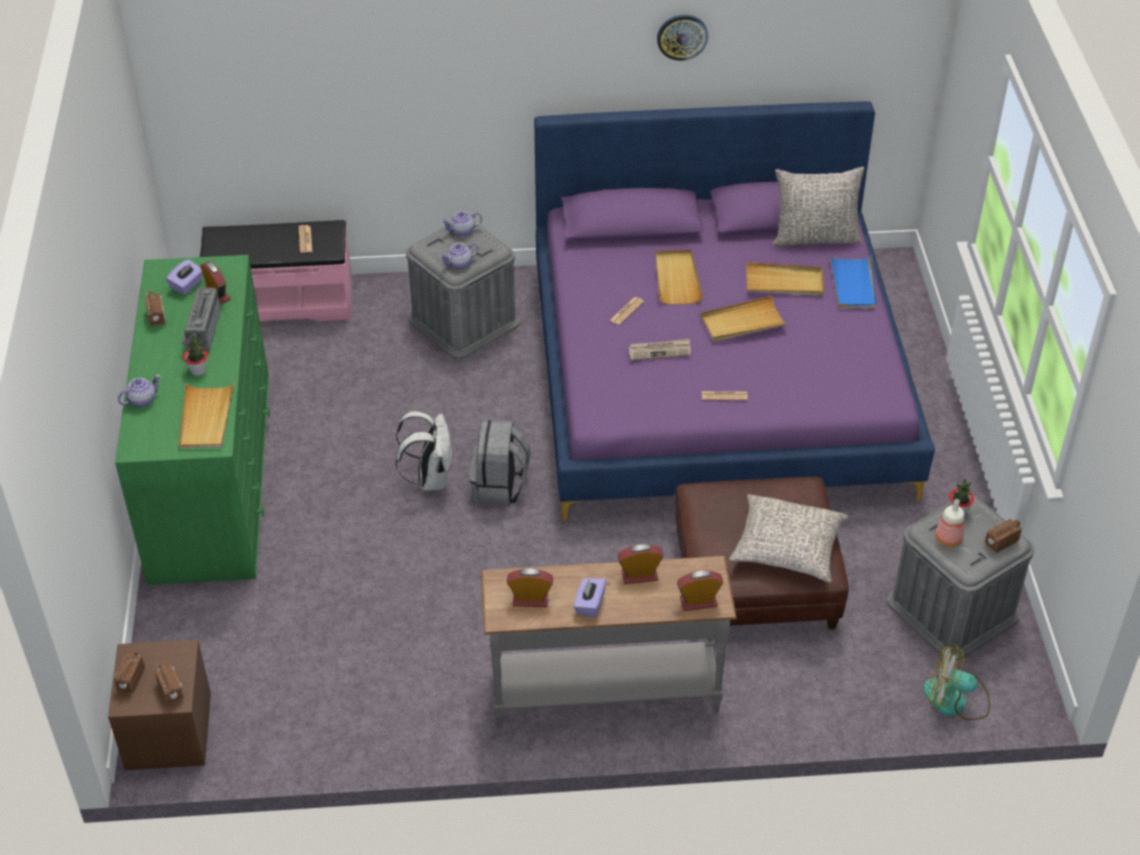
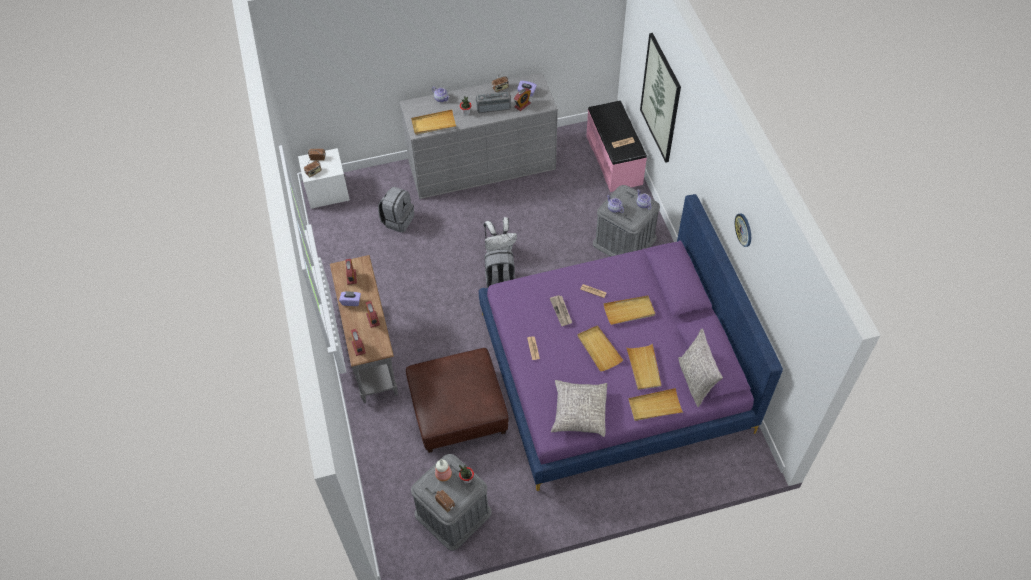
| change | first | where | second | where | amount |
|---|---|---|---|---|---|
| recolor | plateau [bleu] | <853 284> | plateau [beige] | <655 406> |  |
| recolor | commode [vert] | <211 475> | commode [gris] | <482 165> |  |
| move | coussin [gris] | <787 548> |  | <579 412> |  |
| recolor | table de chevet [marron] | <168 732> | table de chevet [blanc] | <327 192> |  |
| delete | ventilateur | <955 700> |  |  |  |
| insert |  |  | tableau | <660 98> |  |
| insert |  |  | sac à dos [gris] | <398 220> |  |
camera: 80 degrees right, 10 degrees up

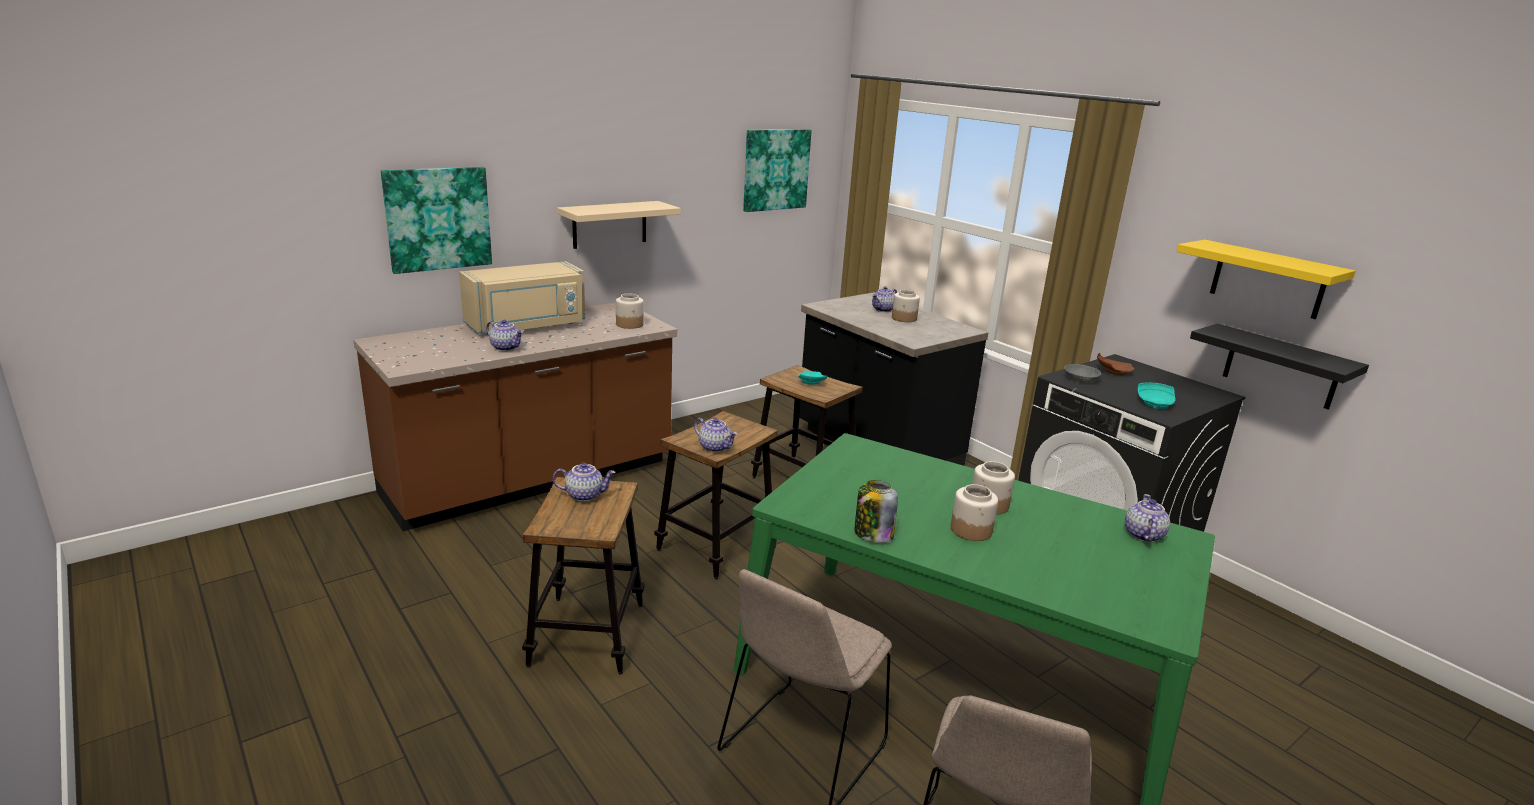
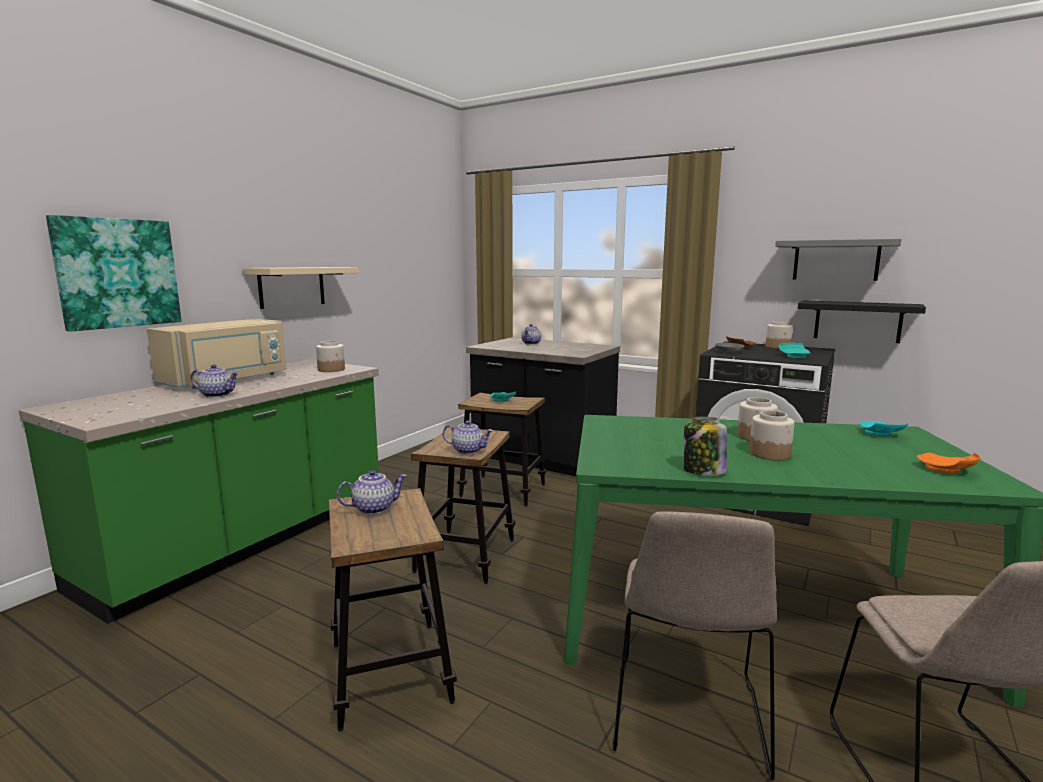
| change | first | where | second | where | amount |
|---|---|---|---|---|---|
| delete | tableau | <775 169> |  |  |  |
| recolor | étagère [jaune] | <1268 279> | étagère [gris] | <835 260> |  |
| move | bocal | <904 318> |  | <778 347> |  |
| recolor | comptoir de cuisine [marron] | <531 480> | comptoir de cuisine [vert] | <245 541> |  |
| replace | théière | <1142 534> | assiette [turquoise] | <880 434> |  |
| insert |  |  | assiette [orange] | <946 470> |  |
camera: 20 degrees left, 10 degrees down

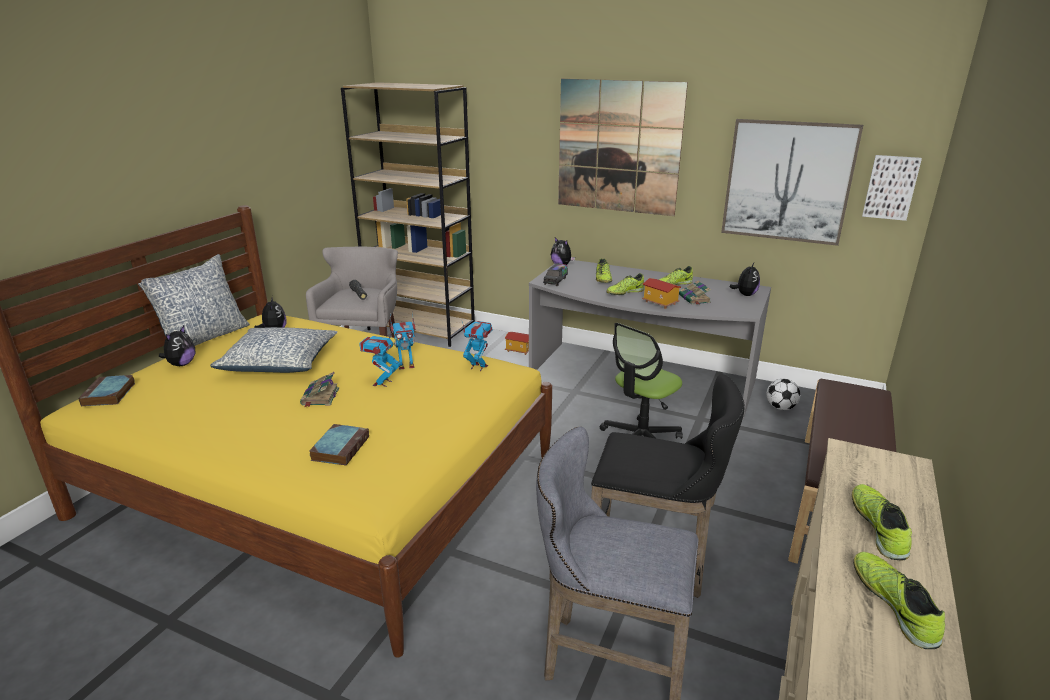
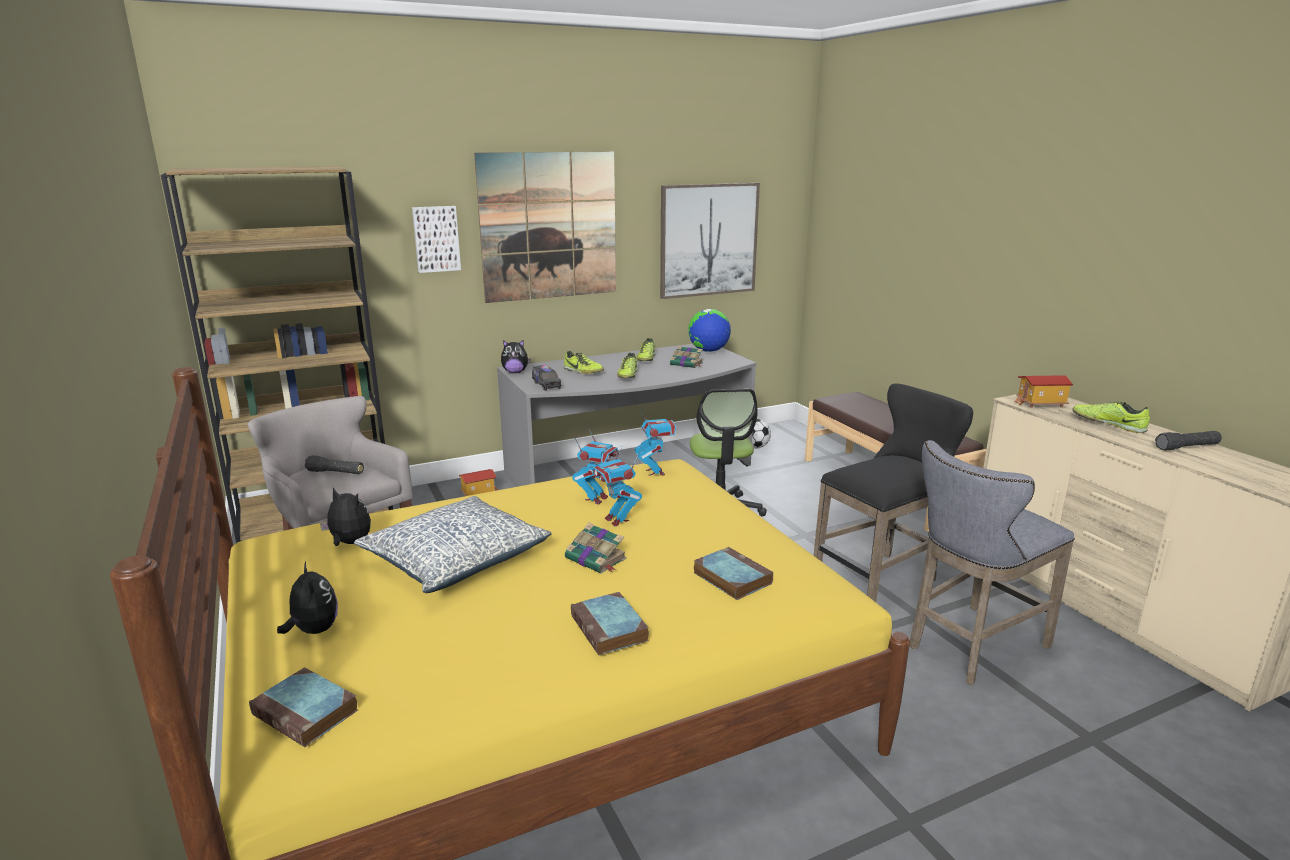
| change | first | where | second | where | amount |
|---|---|---|---|---|---|
| move | tableau | <890 187> |  | <436 239> |  |
| delete | coussin | <204 338> |  |  |  |
| replace | peluche | <745 295> | globe | <708 351> |  |
| move | maison miniature | <659 303> |  | <1041 404> |  |
| rotate | robot jouet | <478 367> |  | <655 472> | 105 degrees clockwise |
| replace | chaussure | <894 605> | lampe de poche [noir] | <1187 447> |  |
| insert |  |  | livre | <610 629> |  |
camera: 50 degrees left, 5 degrees down

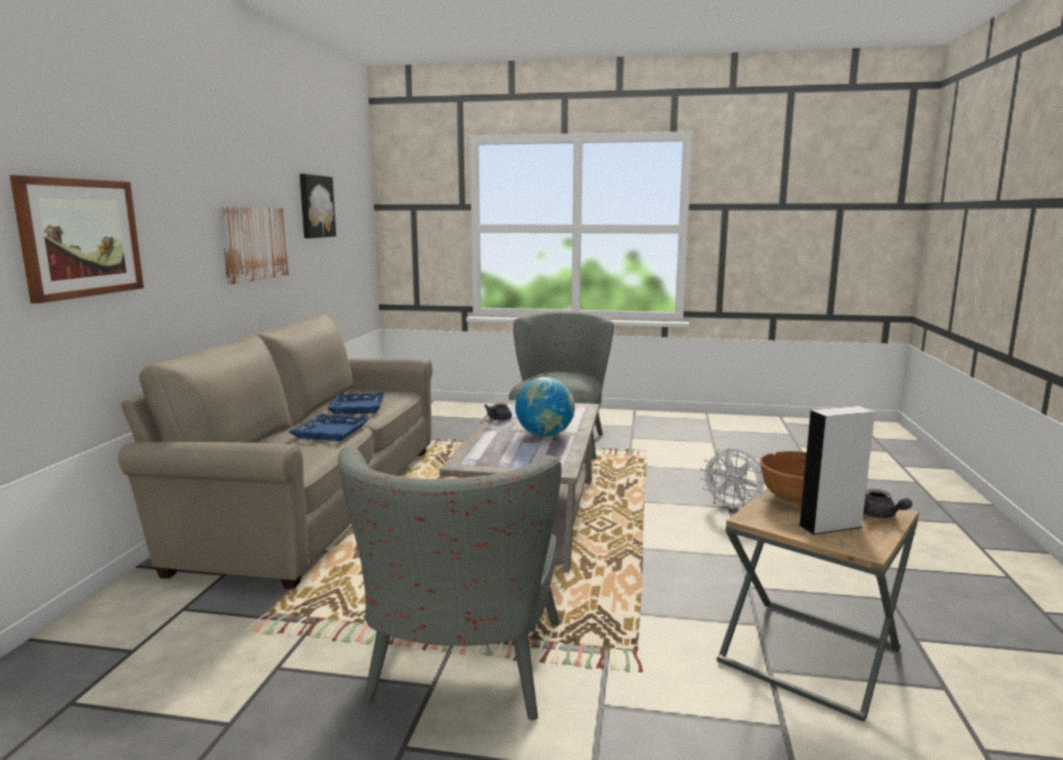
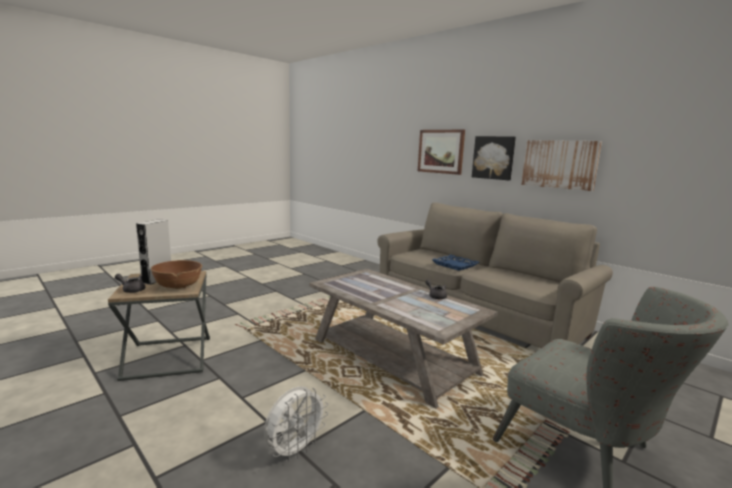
| change | first | where | second | where | amount |
|---|---|---|---|---|---|
| move | tableau | <315 206> |  | <493 157> |  |
| delete | globe | <545 435> |  |  |  |
| delete | plateau [bleu] | <357 407> |  |  |  |
| delete | fauteuil [gris] | <460 676> |  |  |  |
| rotate | ventilateur [blanc] | <732 507> |  | <295 450> | 150 degrees clockwise |
camera: 125 degrees right, 0 degrees up

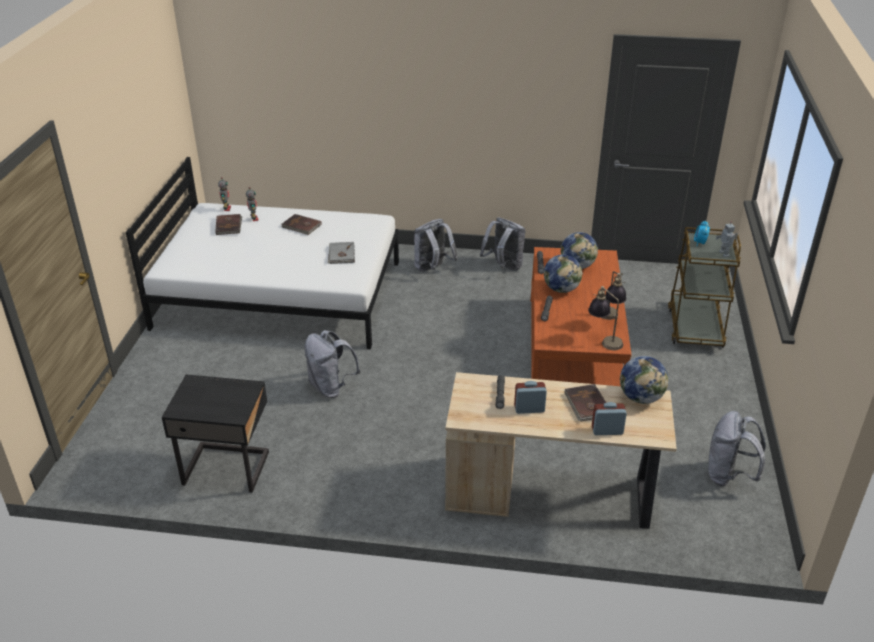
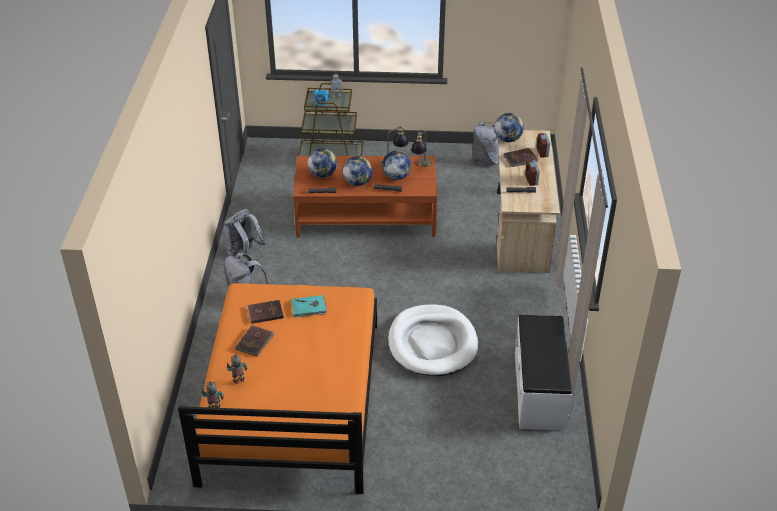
| change | first | where | second | where | amount |
|---|---|---|---|---|---|
| recolor | lit [blanc] | <280 294> | lit [orange] | <292 400> |  |
| move | livre [marron] | <229 226> |  | <265 312> |  |
| recolor | livre [gris] | <341 254> | livre [turquoise] | <309 308> |  |
| replace | sac à dos [gris] | <331 387> | panier pour chien [blanc] | <432 343> |  |
| replace | table de chevet [noir] | <226 467> | banc [blanc] | <539 390> |  |
| insert |  |  | globe | <396 177> |  |
camera: 95 degrees left, 5 degrees up

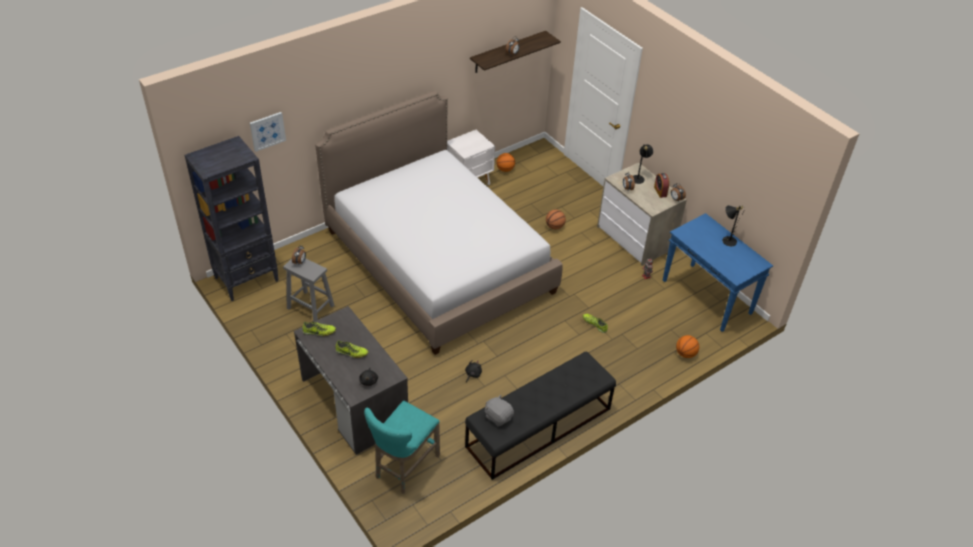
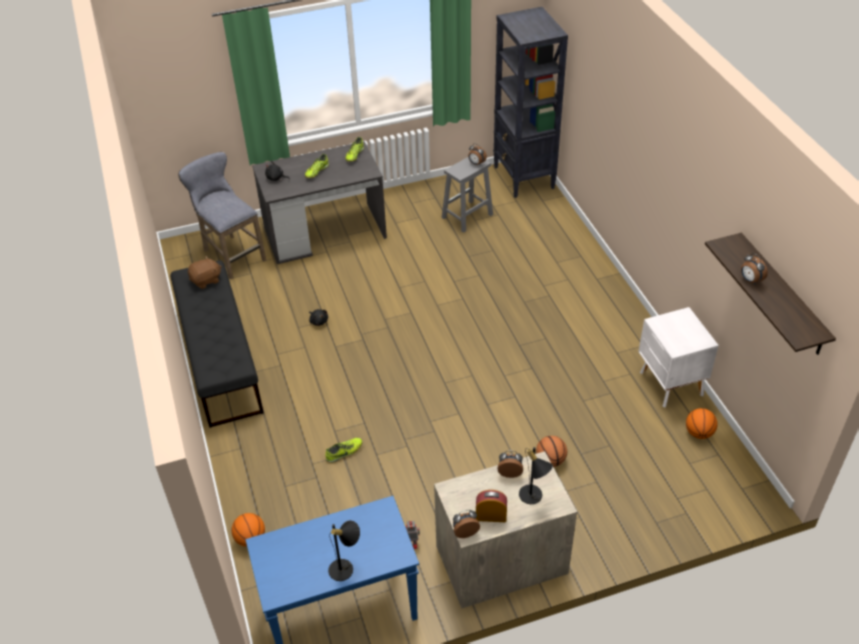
| change | first | where | second | where | amount |
|---|---|---|---|---|---|
| delete | lit | <438 261> |  |  |  |
| delete | tableau | <267 131> |  |  |  |
| recolor | peluche [gris] | <498 417> | peluche [marron] | <206 280> |  |
| recolor | tabouret [turquoise] | <404 468> | tabouret [gris] | <231 254> |  |
camera: 110 degrees right, 0 degrees up

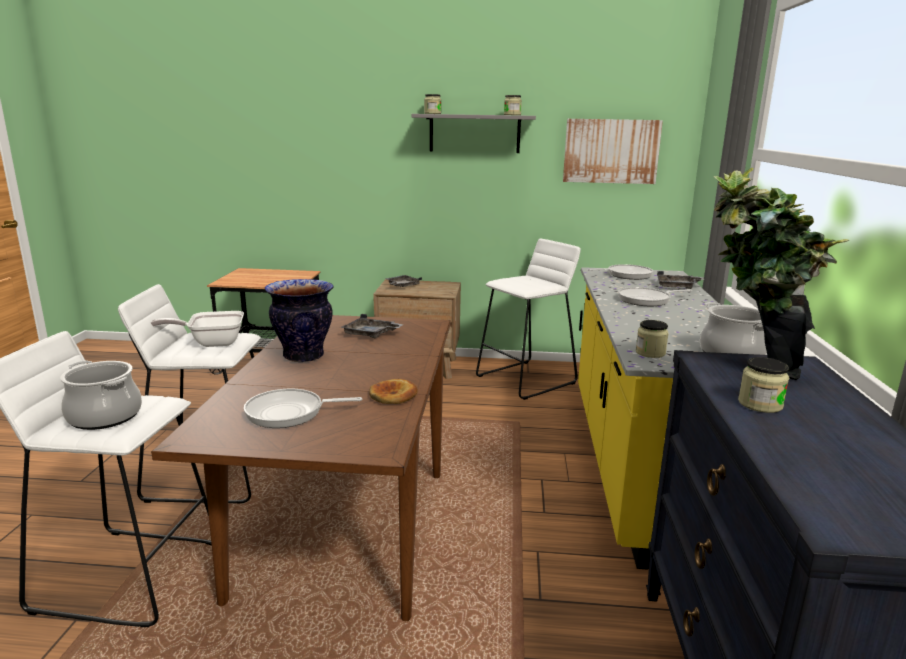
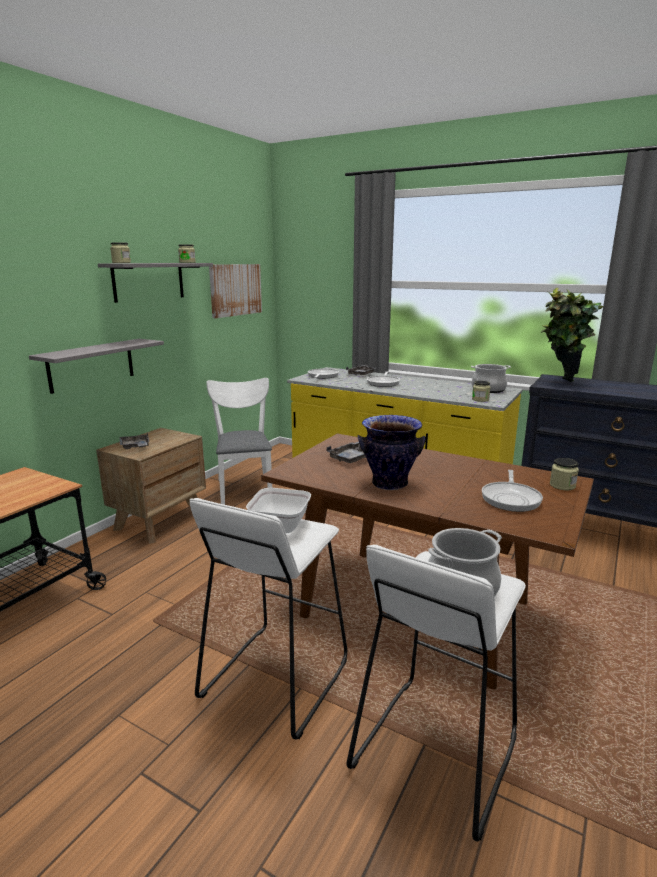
| change | first | where | second | where | amount |
|---|---|---|---|---|---|
| replace | tabouret [blanc] | <526 380> | chaise [blanc] | <244 487> |  |
| move | bocal | <760 404> |  | <562 485> |  |
| delete | pain | <393 395> |  |  |  |
| insert |  |  | étagère [gris] | <91 365> |  |
camera: 65 degrees left, 0 degrees up

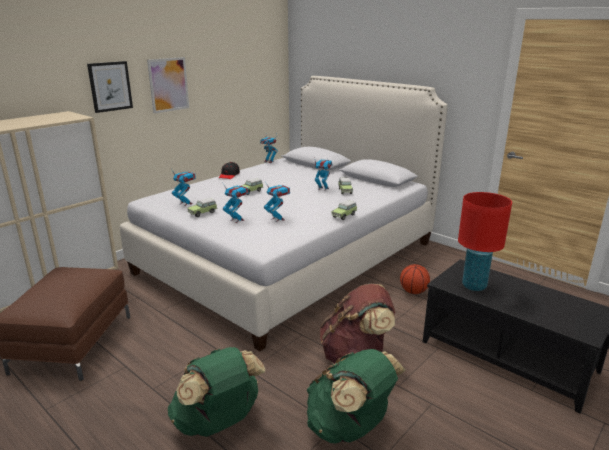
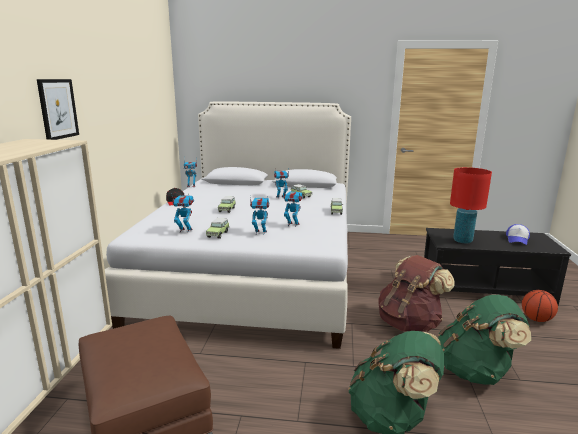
| change | first | where | second | where | amount |
|---|---|---|---|---|---|
| delete | tableau | <168 84> |  |  |  |
| move | ballon de basket | <413 292> |  | <536 319> |  |
| insert |  |  | casquette | <517 239> |  |
camera: 35 degrees left, 5 degrees down

